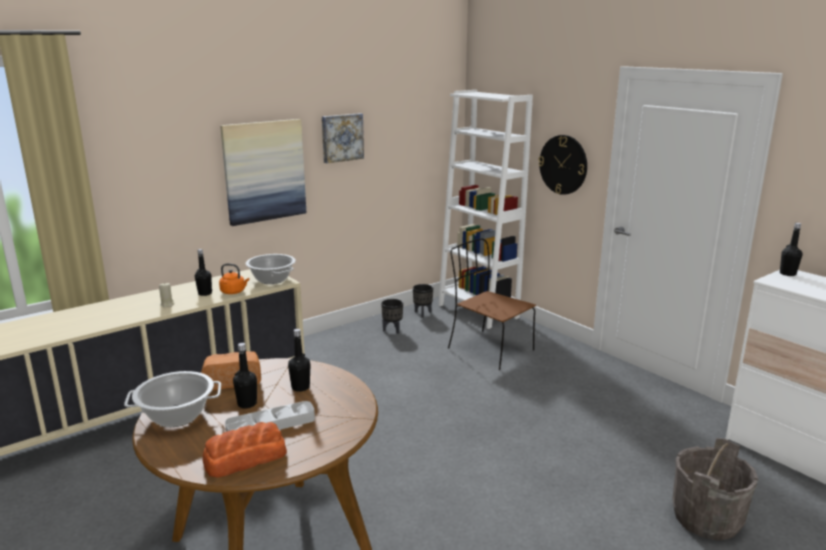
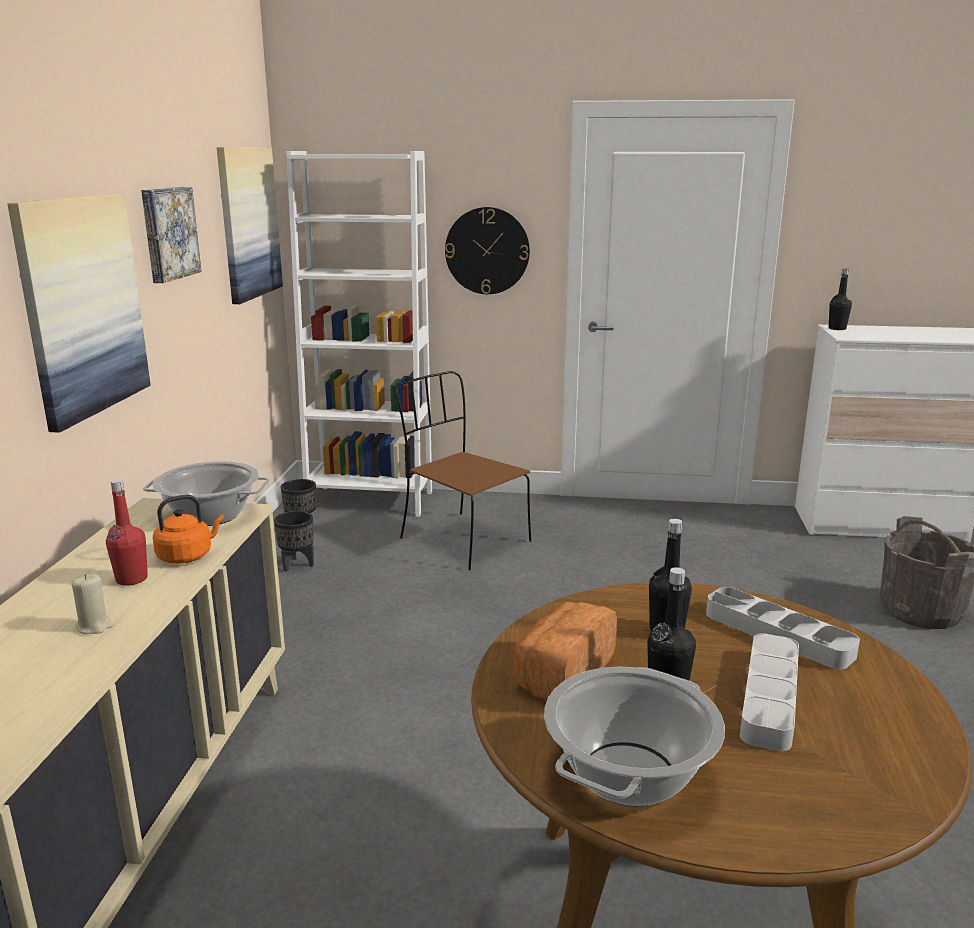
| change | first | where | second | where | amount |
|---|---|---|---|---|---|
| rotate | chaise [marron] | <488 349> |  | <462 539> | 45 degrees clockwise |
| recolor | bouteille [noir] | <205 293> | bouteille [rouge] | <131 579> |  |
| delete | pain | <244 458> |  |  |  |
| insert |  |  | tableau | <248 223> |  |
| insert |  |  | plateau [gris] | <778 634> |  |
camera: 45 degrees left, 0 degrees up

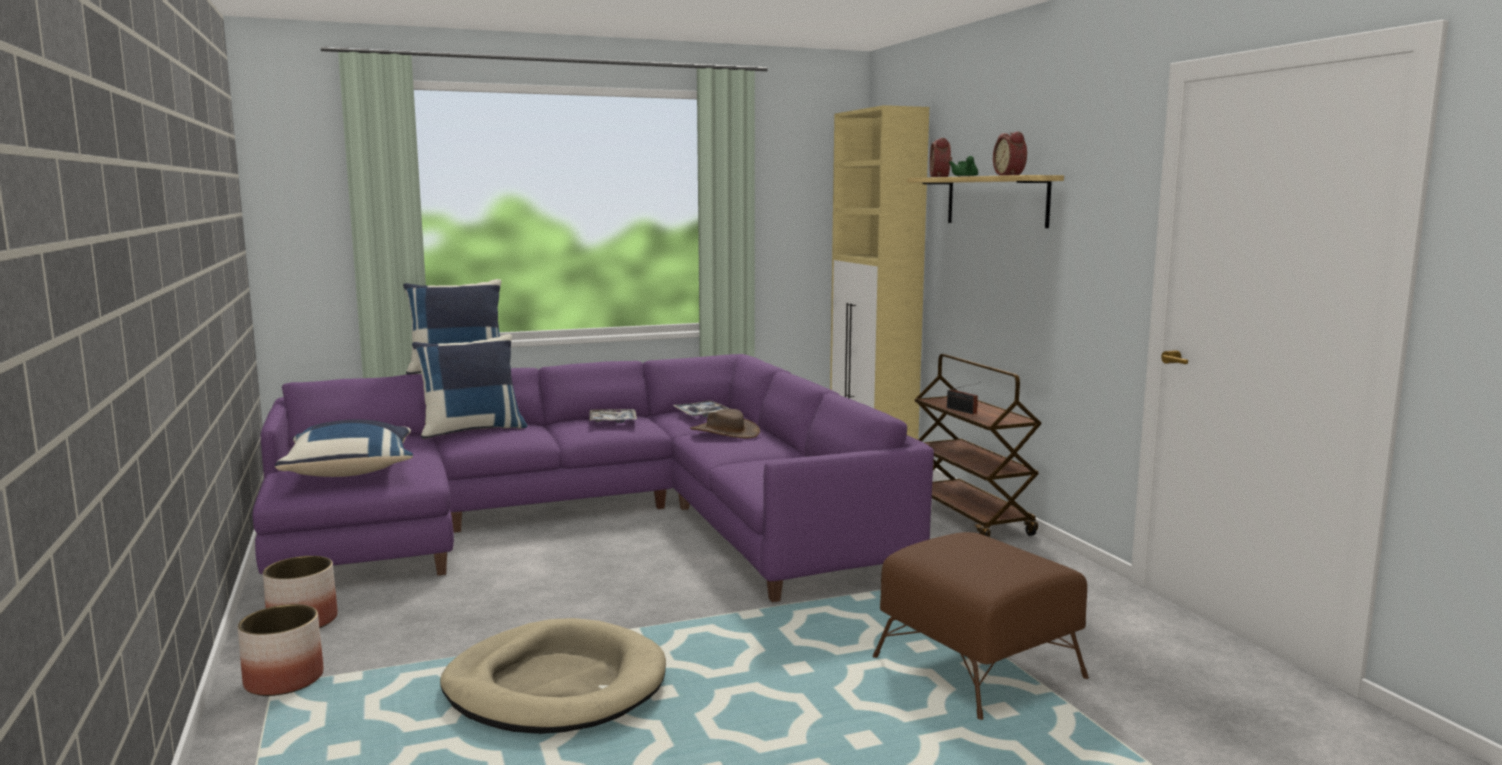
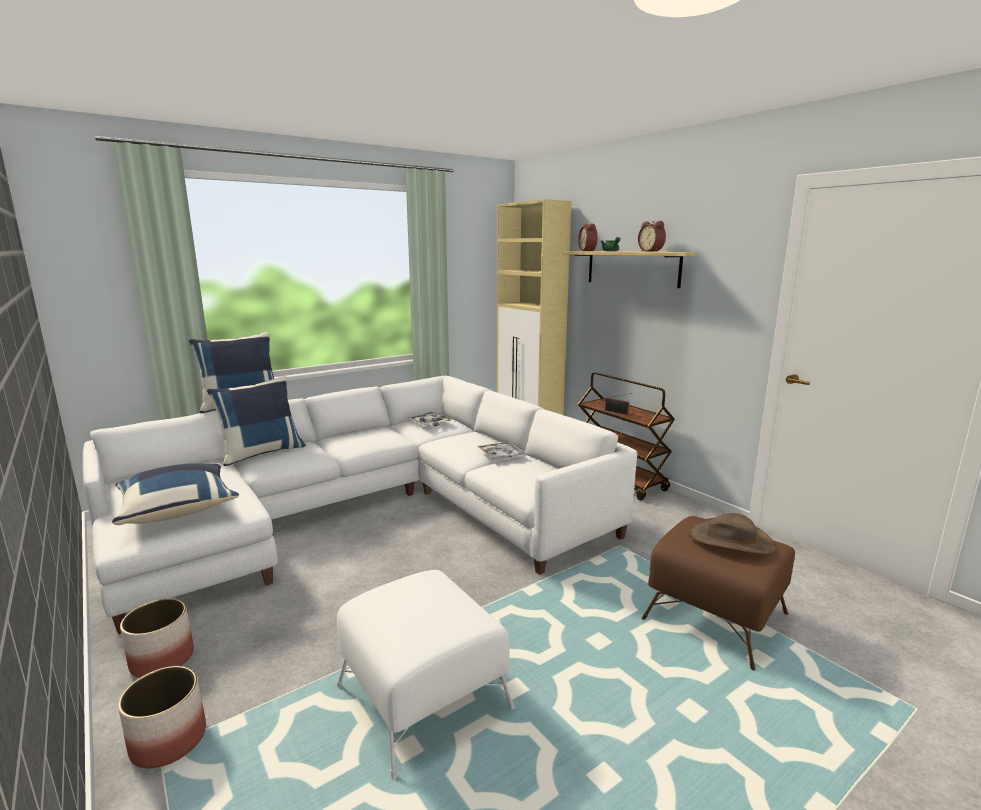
| change | first | where | second | where | amount |
|---|---|---|---|---|---|
| recolor | canapé [violet] | <597 518> | canapé [blanc] | <368 510> |  |
| move | plateau | <613 421> |  | <501 455> |  |
| move | chapeau [marron] | <725 432> |  | <731 540> |  |
| replace | panier pour chien [beige] | <556 685> | pouf [blanc] | <423 696> |  |
camera: 15 degrees left, 5 degrees up

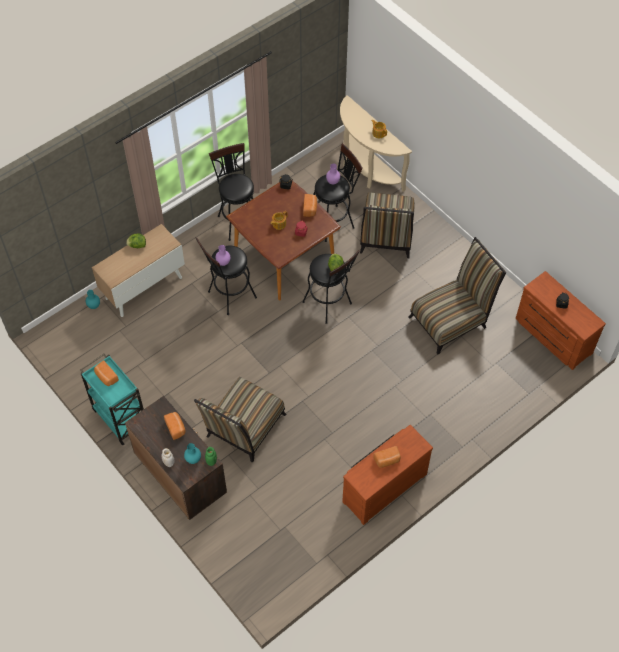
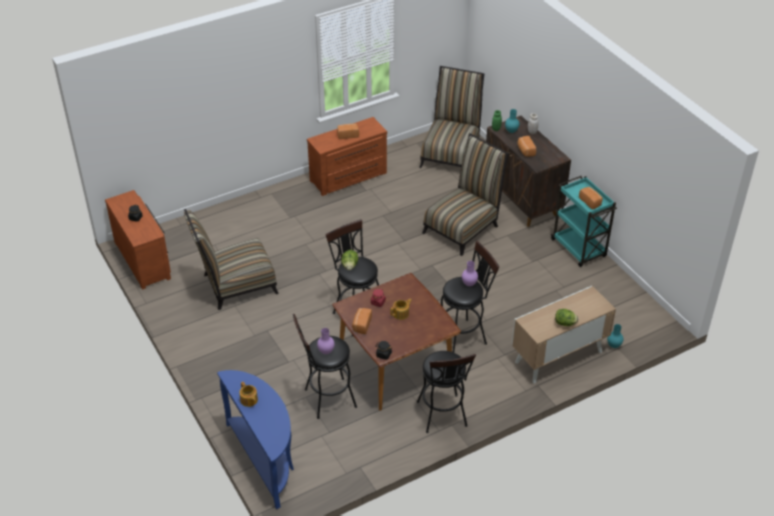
| change | first | where | second | where | amount |
|---|---|---|---|---|---|
| recolor | table console [beige] | <366 169> | table console [bleu] | <265 459> |  |
| move | chaise | <386 237> |  | <450 153> |  |
camera: 170 degrees left, 15 degrees down

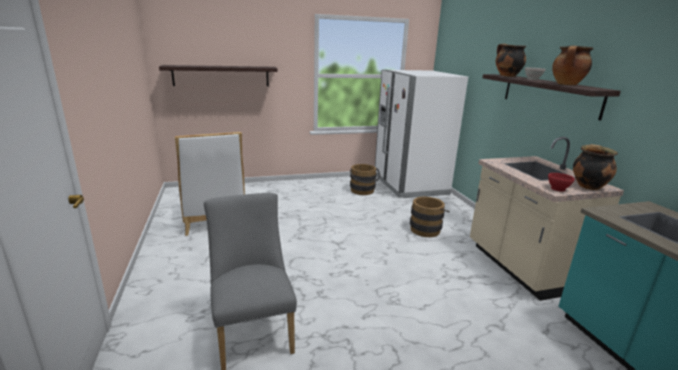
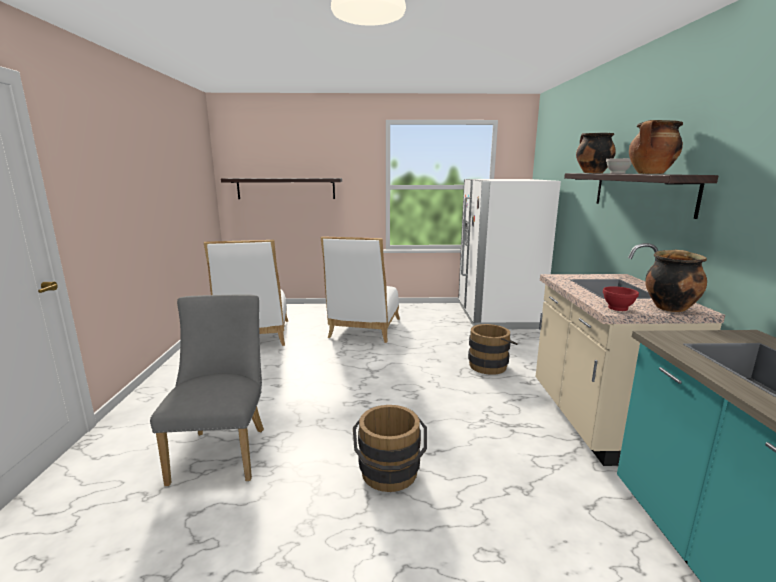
| change | first | where | second | where | amount |
|---|---|---|---|---|---|
| move | seau [marron] | <363 191> |  | <389 476> |  |
| insert |  |  | chaise [blanc] | <364 329> |  |
camera: 15 degrees right, 5 degrees down

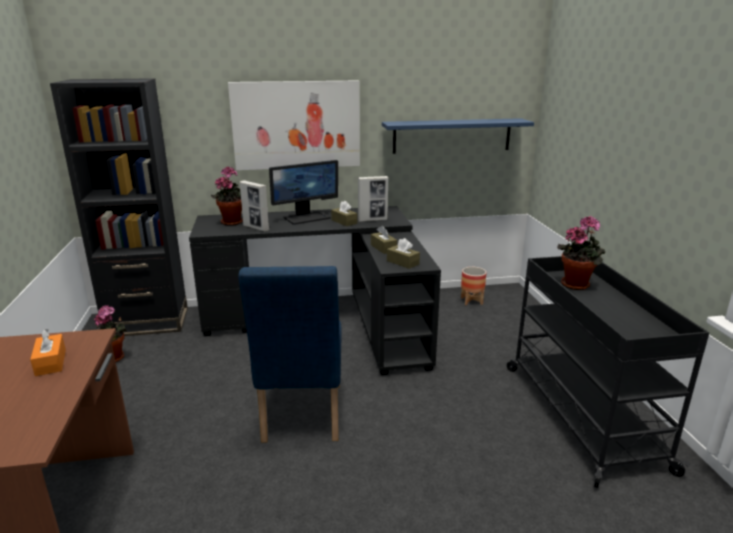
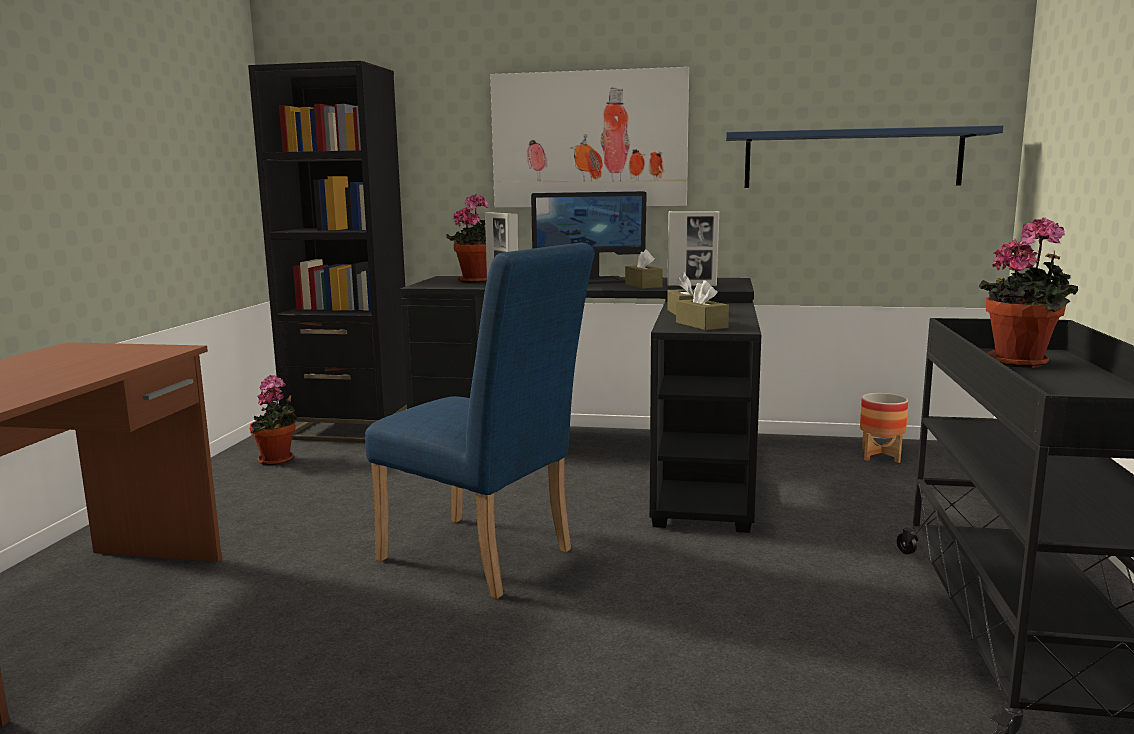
| change | first | where | second | where | amount |
|---|---|---|---|---|---|
| rotate | chaise [bleu] | <301 417> |  | <486 559> | 75 degrees counterclockwise |
| delete | boîte à mouchoirs [orange] | <50 362> |  |  |  |
camera: 20 degrees right, 10 degrees down

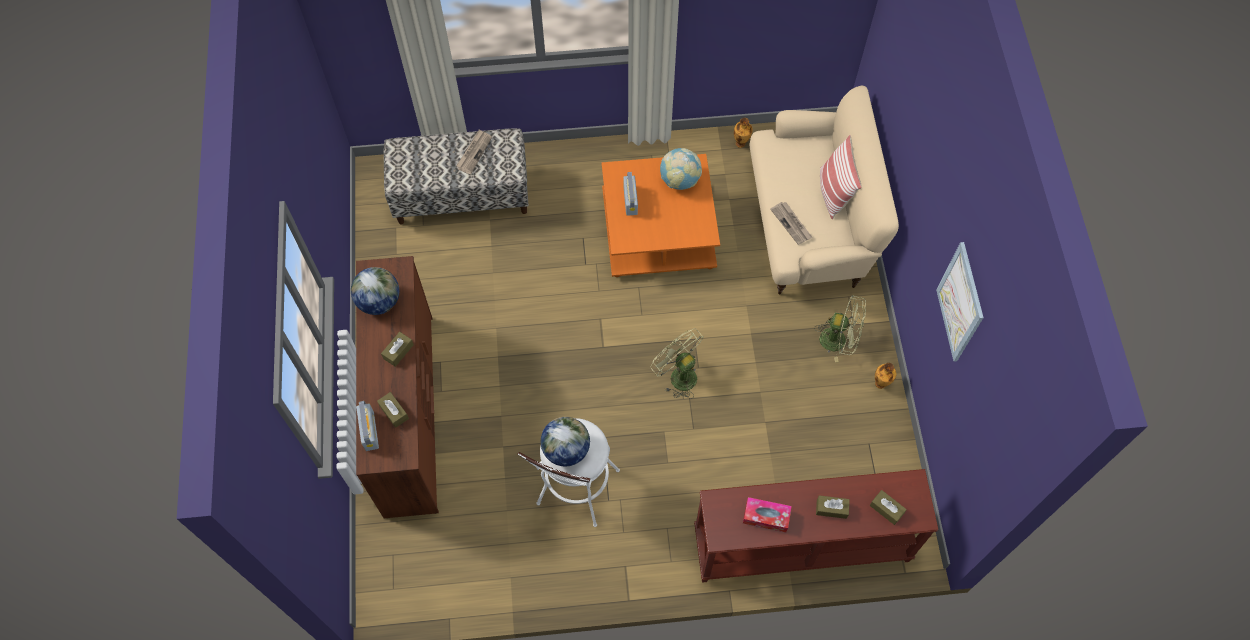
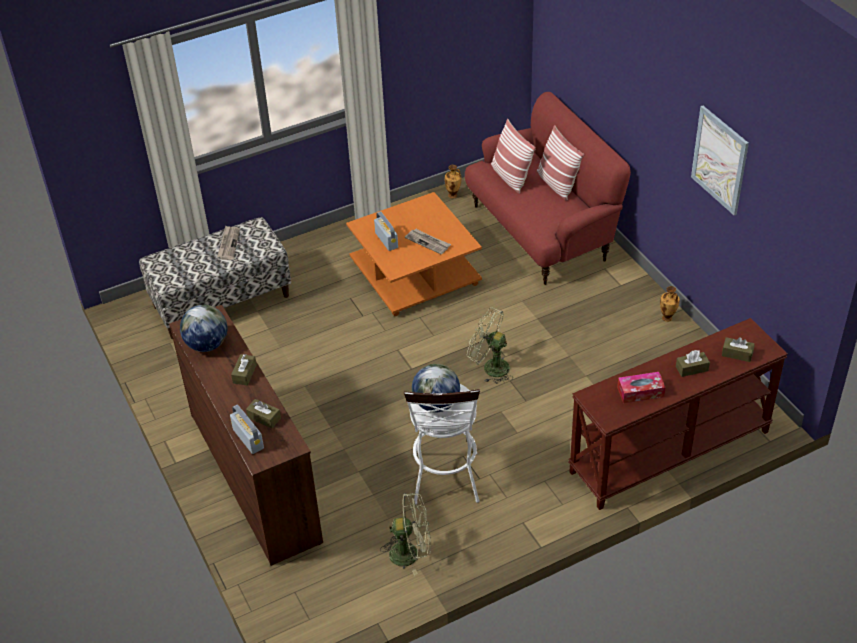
| change | first | where | second | where | amount |
|---|---|---|---|---|---|
| recolor | canapé [beige] | <808 225> | canapé [rouge] | <541 232> |  |
| delete | globe | <679 180> |  |  |  |
| move | journal | <791 224> |  | <428 242> |  |
| move | ventilateur [vert] | <839 340> |  | <411 553> |  |
| insert |  |  | coussin | <510 177> |  |
camera: 20 degrees left, 20 degrees down

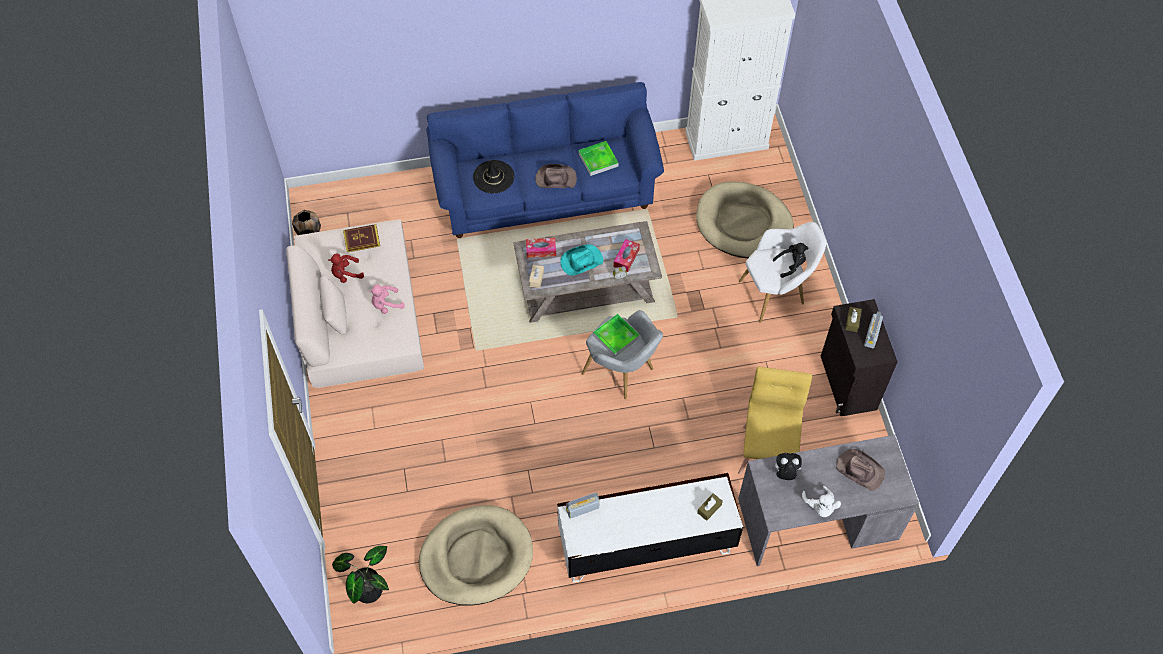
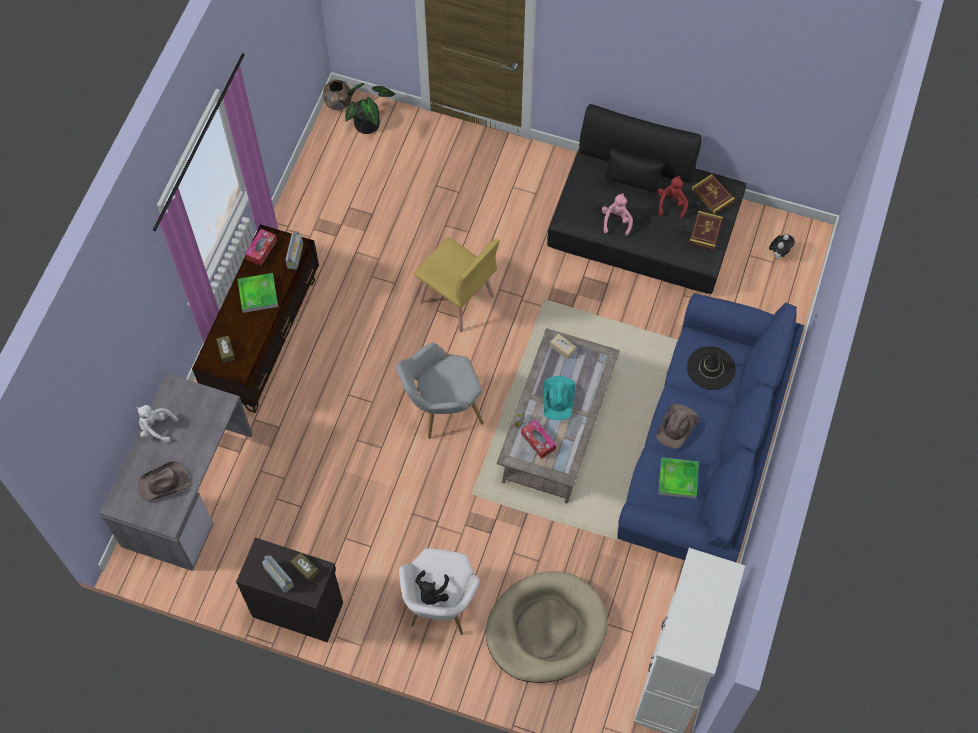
| change | first | where | second | where | amount |
|---|---|---|---|---|---|
| move | cache-pot [marron] | <308 231> |  | <338 103> |  |
| recolor | canapé [beige] | <360 312> | canapé [noir] | <645 225> |  |
| move | boîte à mouchoirs | <541 250> |  | <261 249> |  |
| move | plateau | <616 336> |  | <258 294> |  |
| move | chaise [jaune] | <767 452> |  | <457 299> |  |
| move | peluche | <785 473> |  | <779 253> |  |
| recolor | meuble télé [blanc] | <645 544> | meuble télé [marron] | <264 337> |  |
| delete | panier pour chien [beige] | <476 557> |  |  |  |
| insert |  |  | livre | <712 195> |  |
camera: 120 degrees right, 5 degrees up

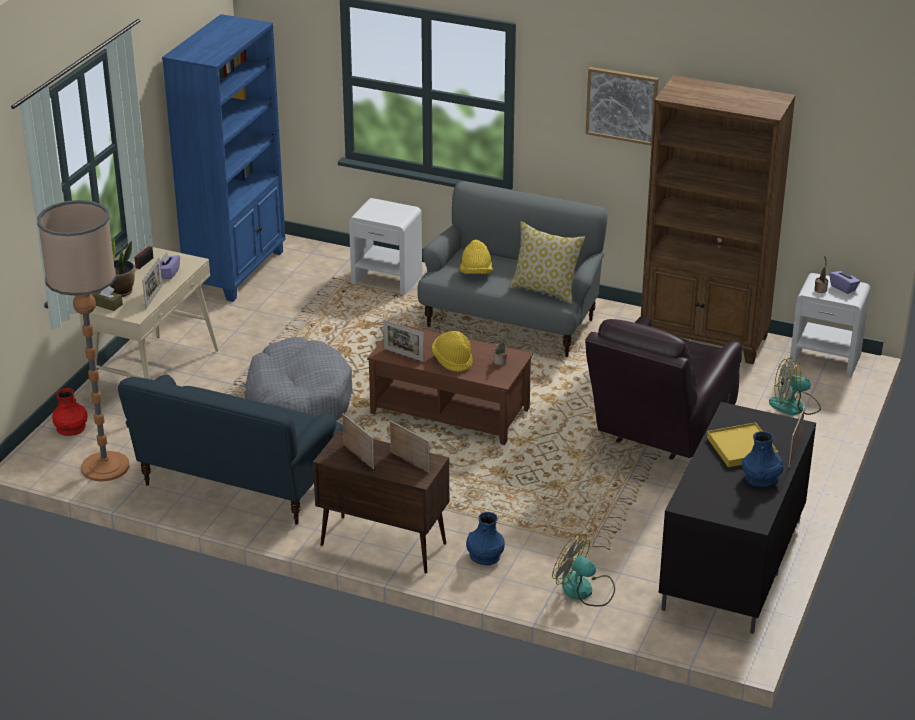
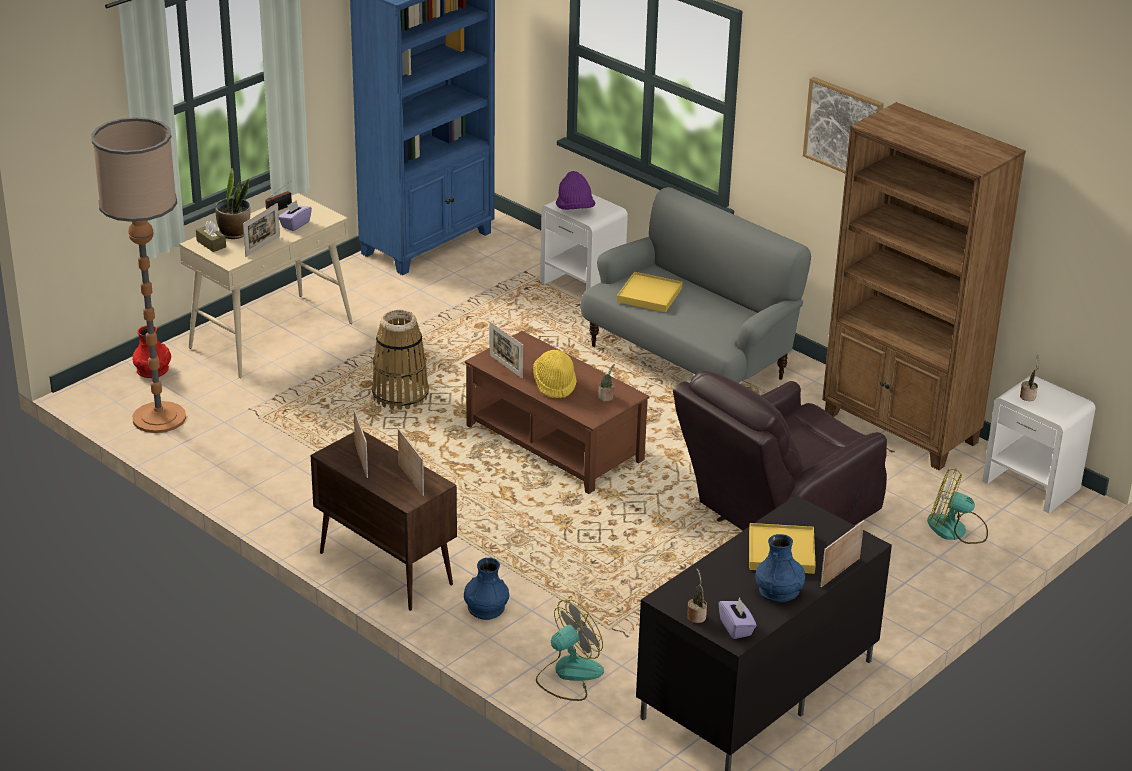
| change | first | where | second | where | amount |
|---|---|---|---|---|---|
| delete | coussin | <545 290> |  |  |  |
| replace | chapeau [jaune] | <476 273> | plateau [jaune] | <649 295> |  |
| move | boîte à mouchoirs [violet] | <843 288> |  | <736 628> |  |
| replace | panier pour chien [gris] | <299 401> | panier | <400 395> |  |
| delete | canapé [bleu] | <239 483> |  |  |  |
| rotate | ventilateur | <584 590> |  | <569 674> | 90 degrees clockwise |
| insert |  |  | chapeau [violet] | <574 209> |  |
| insert |  |  | plante en pot | <696 616> |  |
camera: 20 degrees right, 0 degrees up

